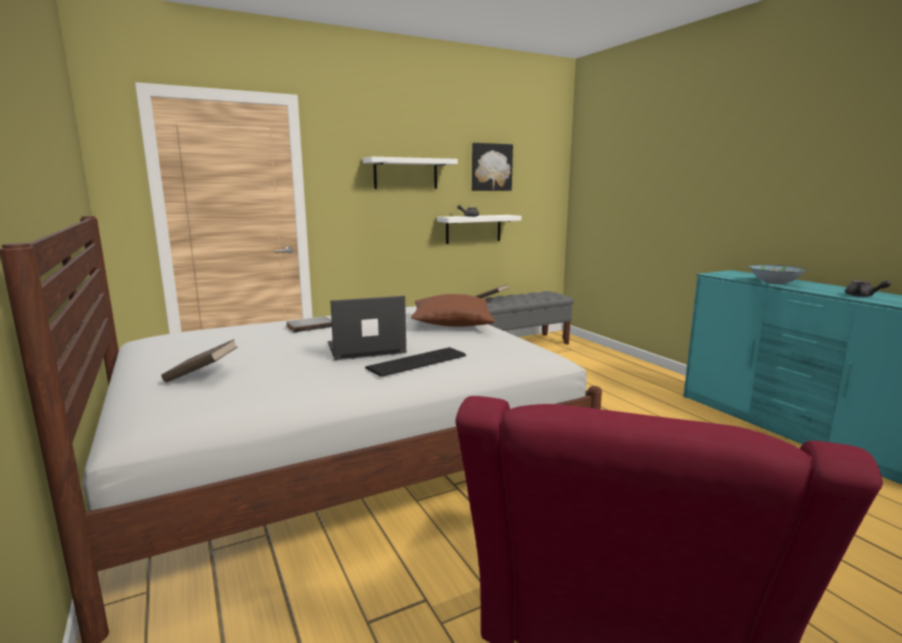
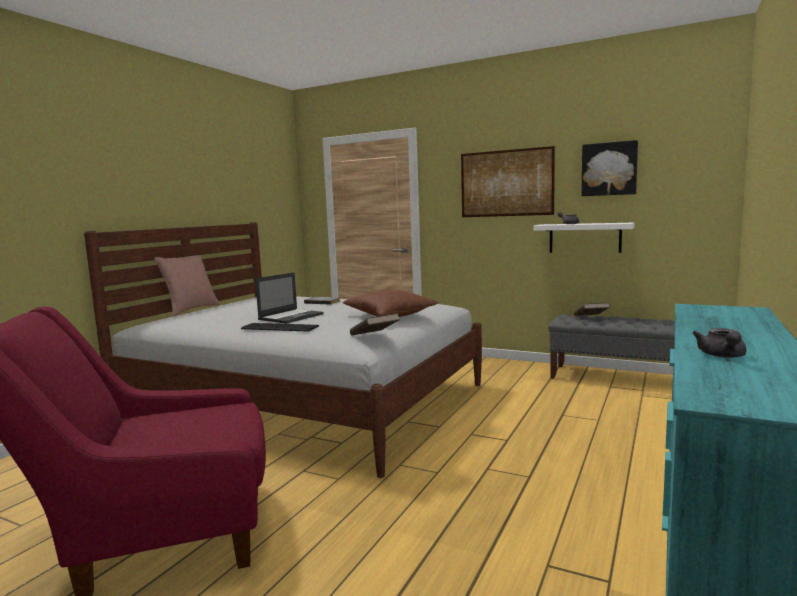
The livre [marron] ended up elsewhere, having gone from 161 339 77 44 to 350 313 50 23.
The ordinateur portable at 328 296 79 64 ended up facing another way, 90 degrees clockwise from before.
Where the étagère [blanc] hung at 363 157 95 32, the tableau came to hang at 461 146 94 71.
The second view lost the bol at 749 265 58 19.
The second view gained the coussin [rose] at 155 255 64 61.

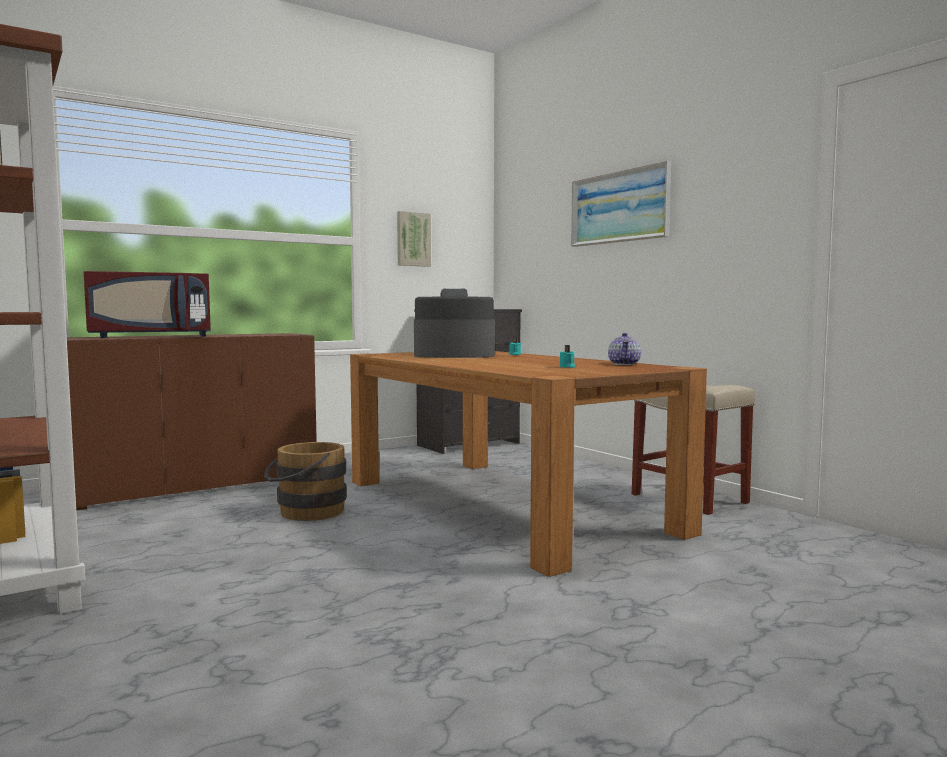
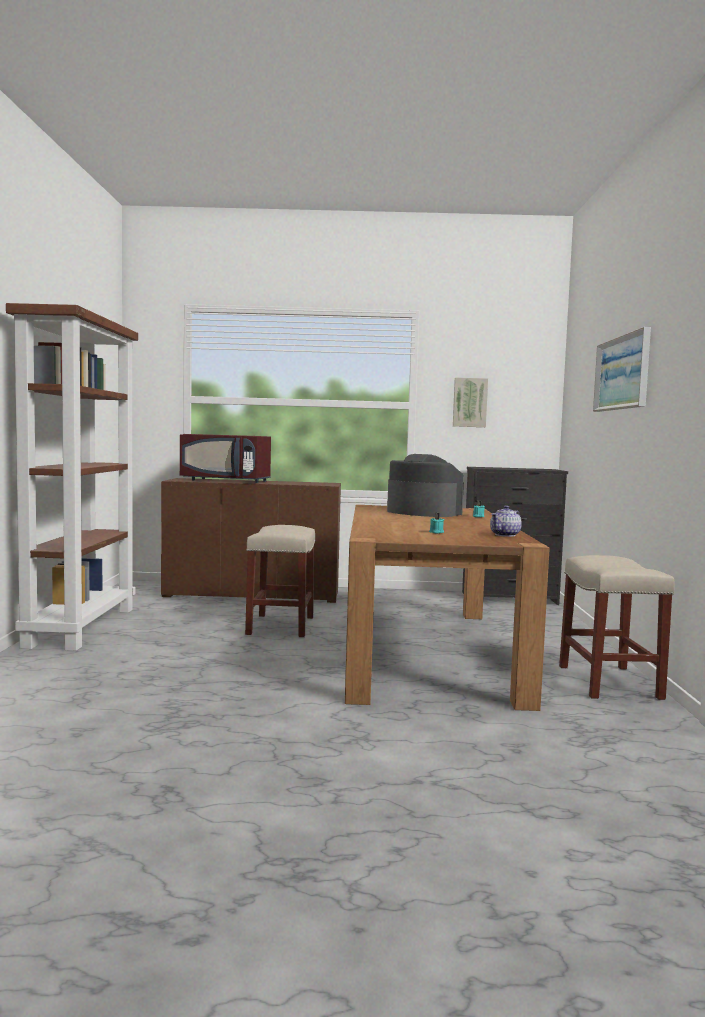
Where the seau [marron] stood at 264 442 83 79, the tabouret [beige] came to stand at 245 525 71 112.

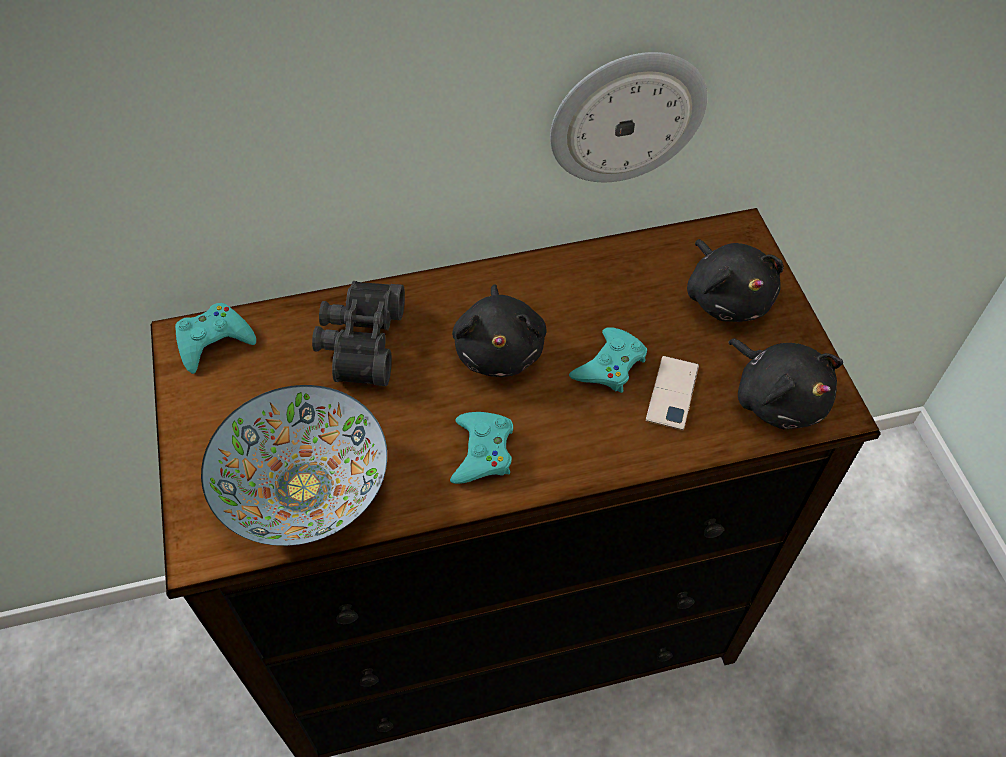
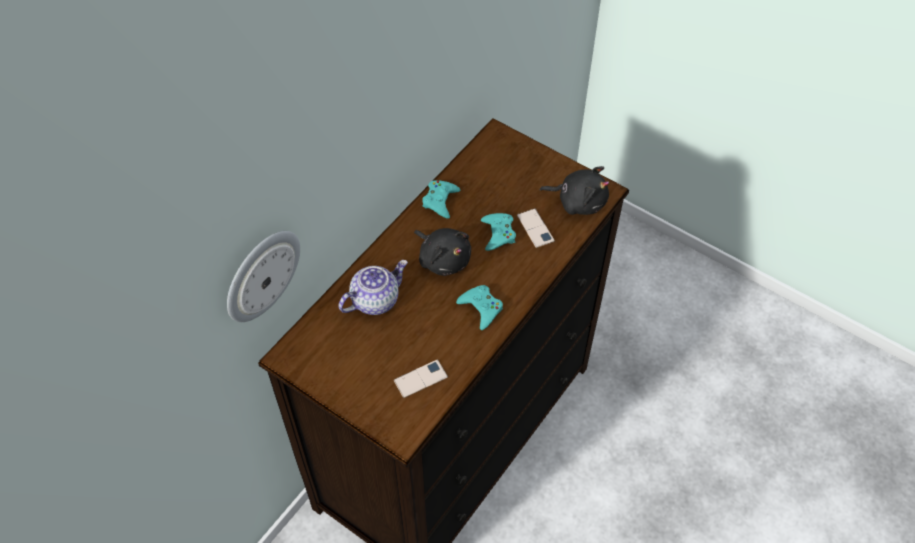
The manette [turquoise] ended up elsewhere, having gone from 175 303 81 71 to 422 180 38 39.
Where the bol stood at 201 385 186 161, the téléphone came to stand at 394 360 54 38.
Where the jumelles [noir] stood at 312 281 93 105, the théière came to stand at 338 260 70 55.
The horloge murale ended up elsewhere, having gone from 550 52 157 130 to 227 231 73 91.
The second view lost the peluche [noir] at 687 239 97 83.

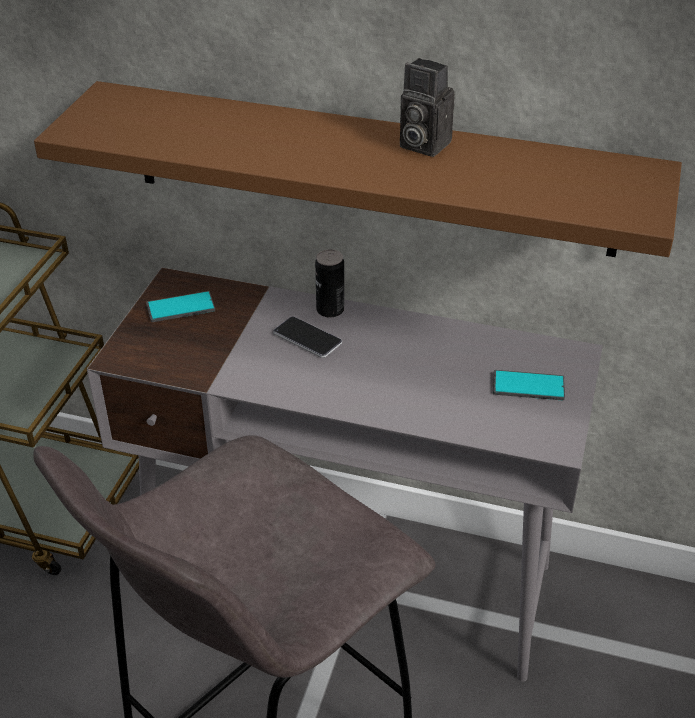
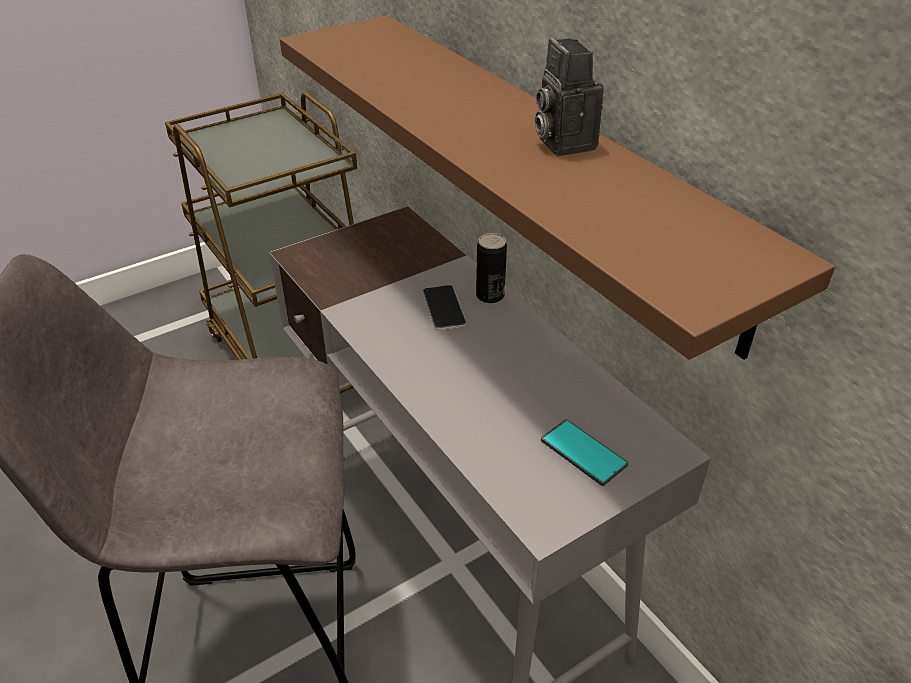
The second view lost the téléphone at 146 291 69 31.

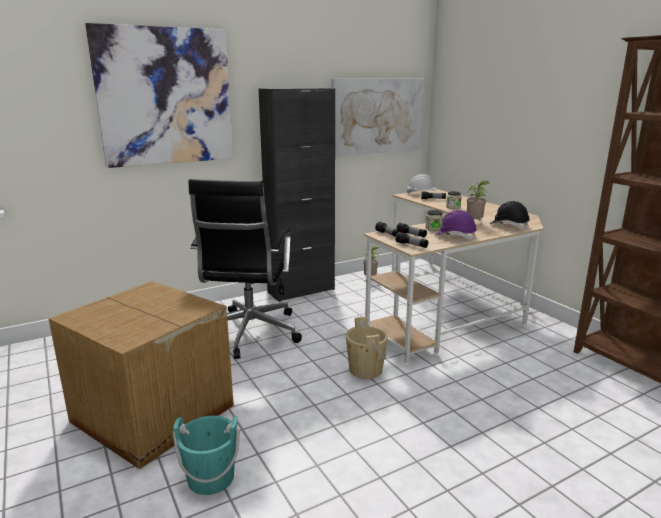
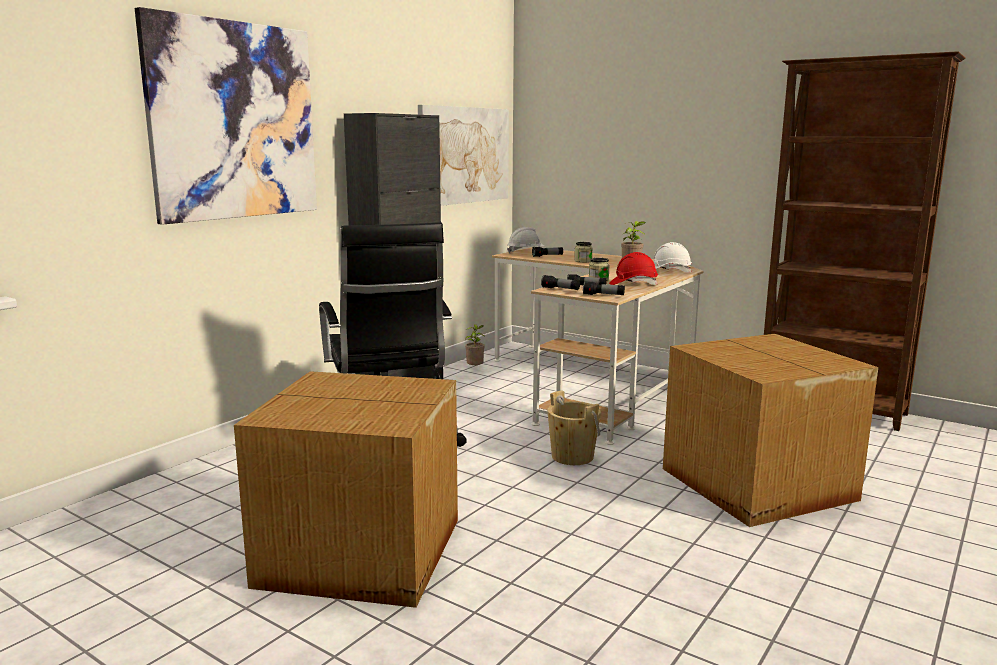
The second view lost the seau [turquoise] at 173 416 67 79.
What was the casque de chantier [violet] at 435 210 42 30 turned into the casque de chantier [rouge] at 609 252 49 33.
What was the casque de chantier [noir] at 490 201 40 28 turned into the casque de chantier [blanc] at 654 242 38 31.
The second view gained the carton at 663 334 215 193.

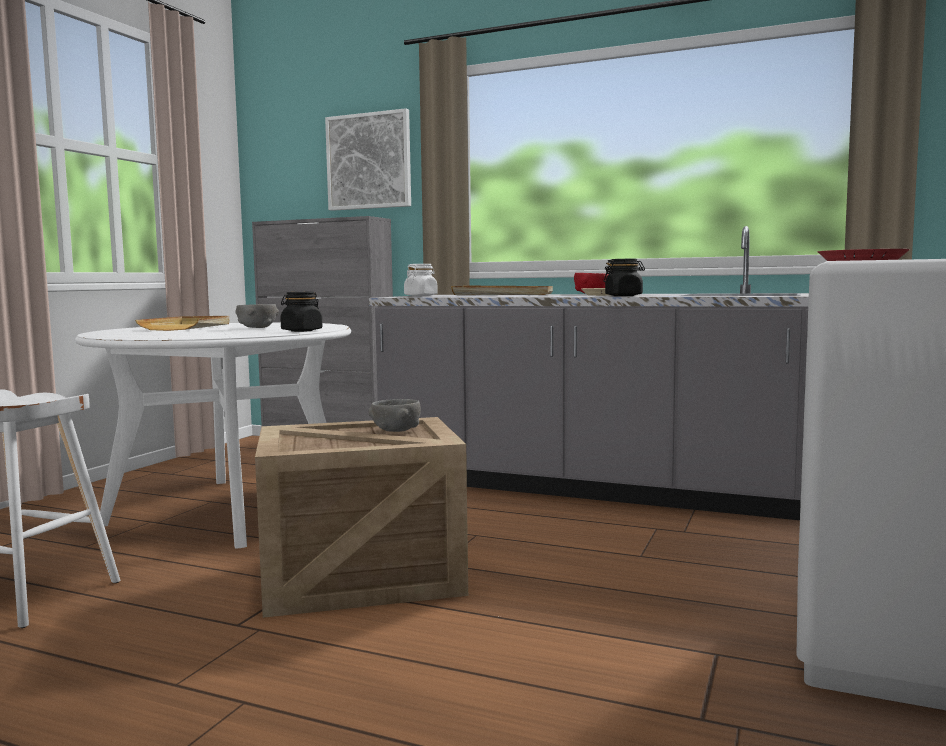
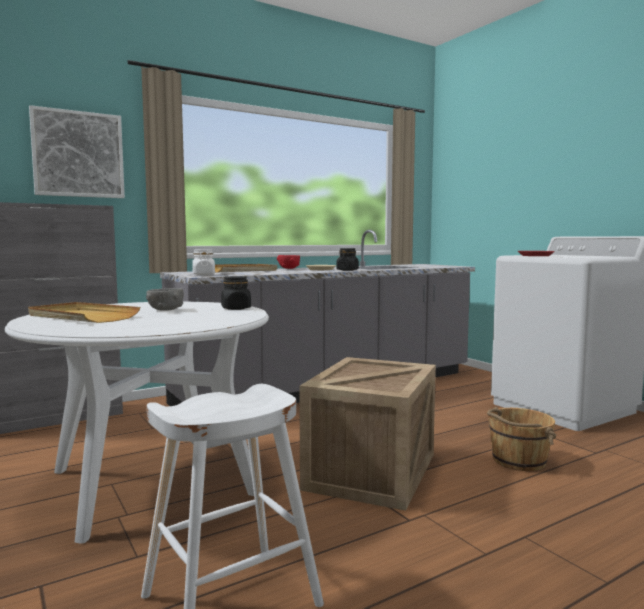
The second view lost the bol [gris] at 368 399 53 33.
The second view gained the seau [marron] at 487 407 69 64.

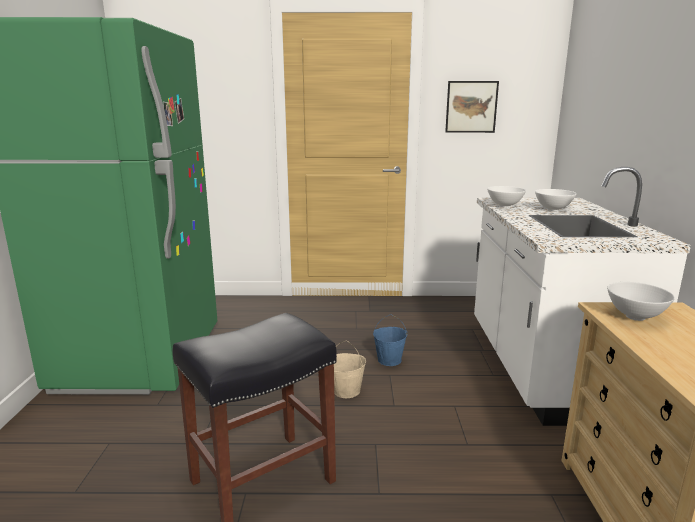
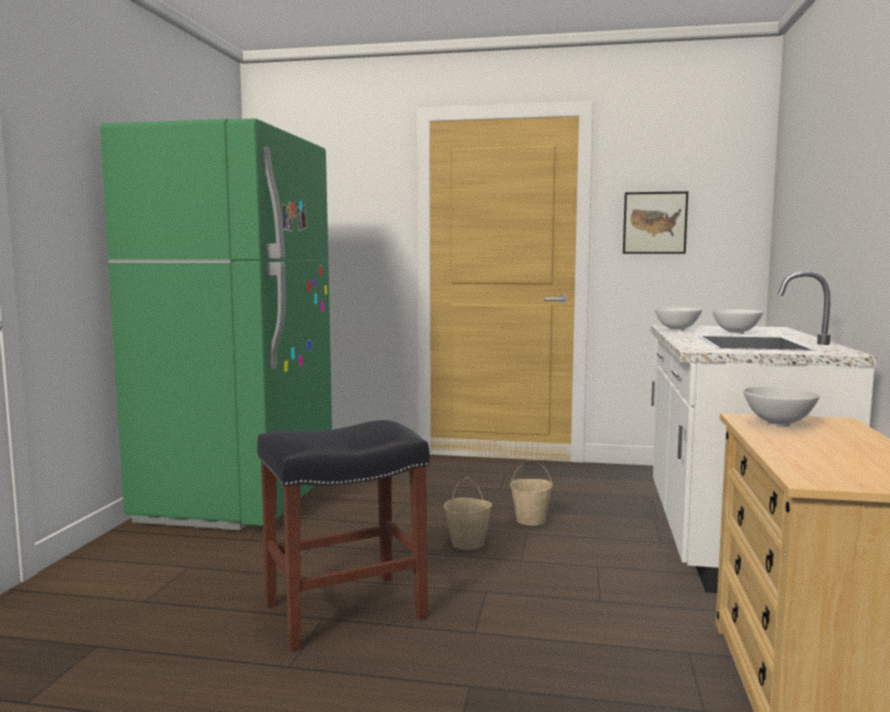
What was the seau [bleu] at 373 314 34 52 turned into the seau [beige] at 510 459 43 67.

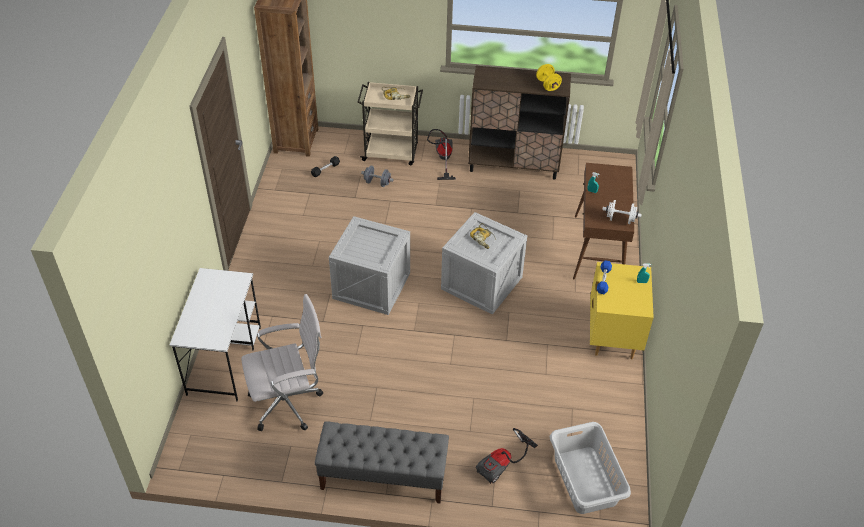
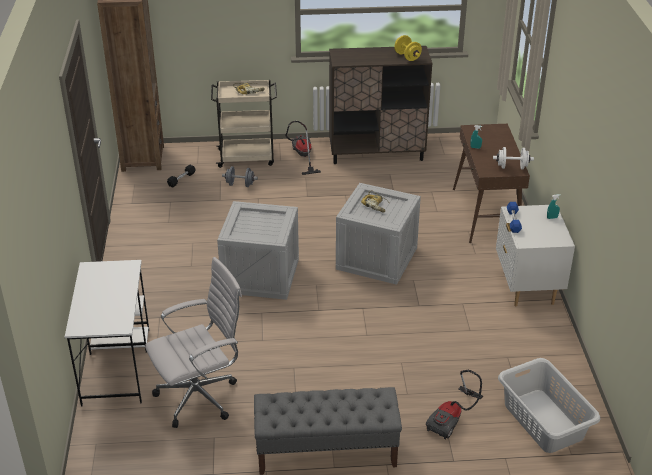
What was the table de chevet [jaune] at 590 262 64 97 turned into the table de chevet [blanc] at 496 204 79 102.

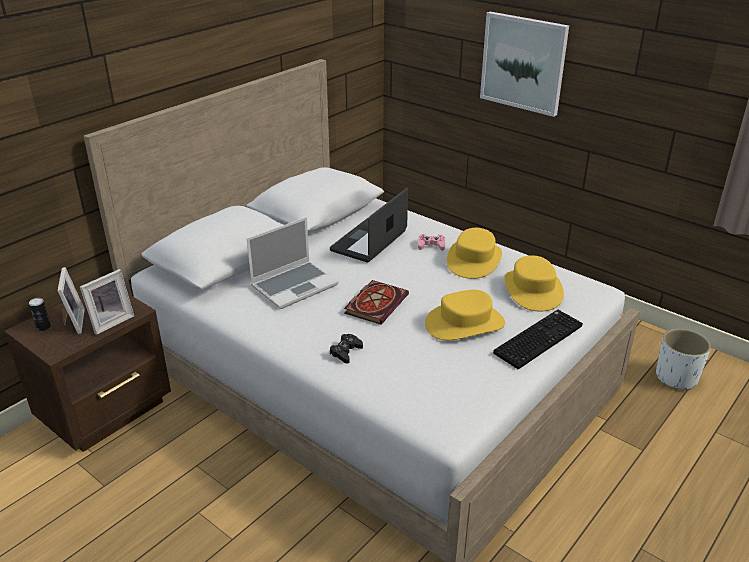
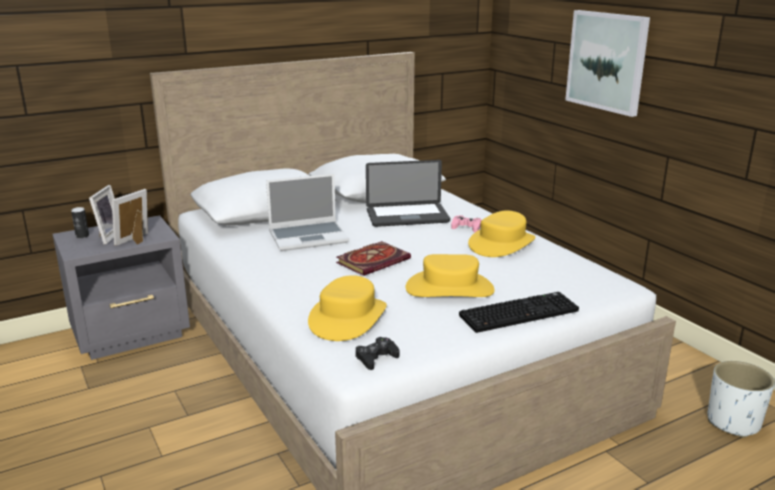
What was the table de chevet [marron] at 4 294 167 158 turned into the table de chevet [gris] at 53 215 137 145.
The cadre photo at 80 269 54 66 ended up facing another way, 150 degrees clockwise from before.
The ordinateur portable at 330 188 78 74 ended up facing another way, 150 degrees counterclockwise from before.
The manette [noir] ended up elsewhere, having gone from 330 334 33 30 to 355 337 44 33.
The chapeau [jaune] ended up elsewhere, having gone from 504 255 60 56 to 308 275 79 66.

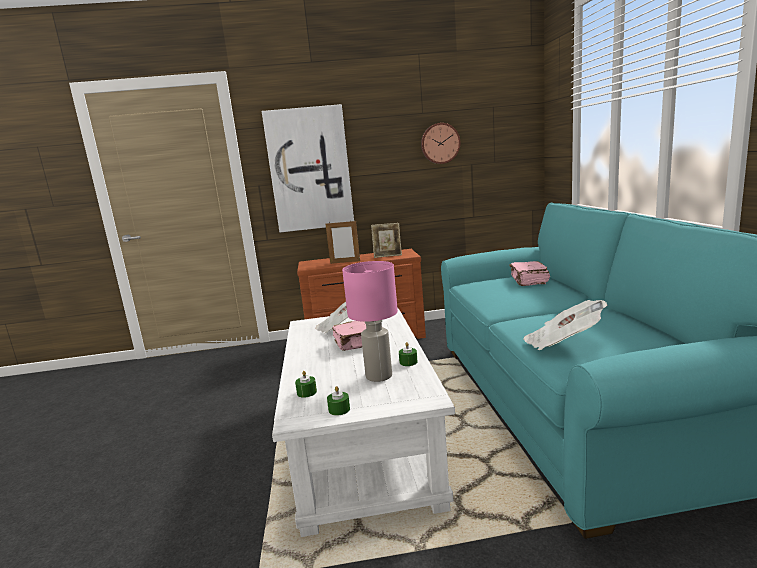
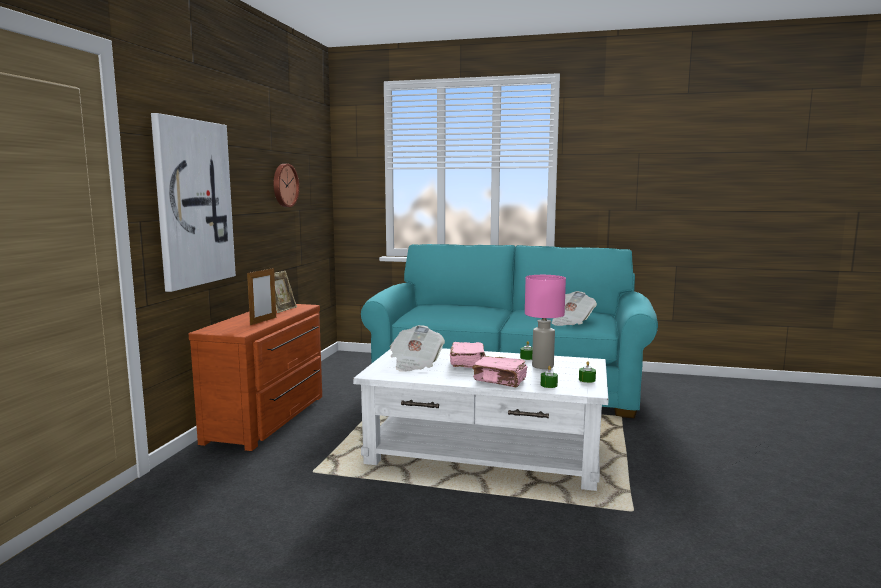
The livre [rose] ended up elsewhere, having gone from 509 261 41 25 to 472 356 55 31.

